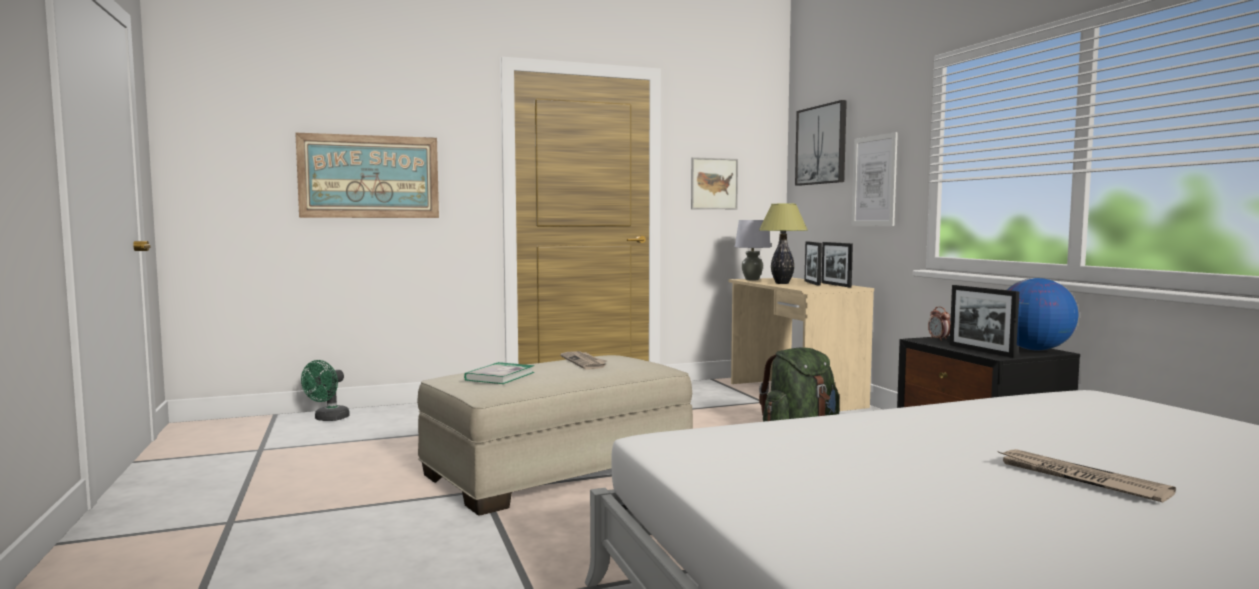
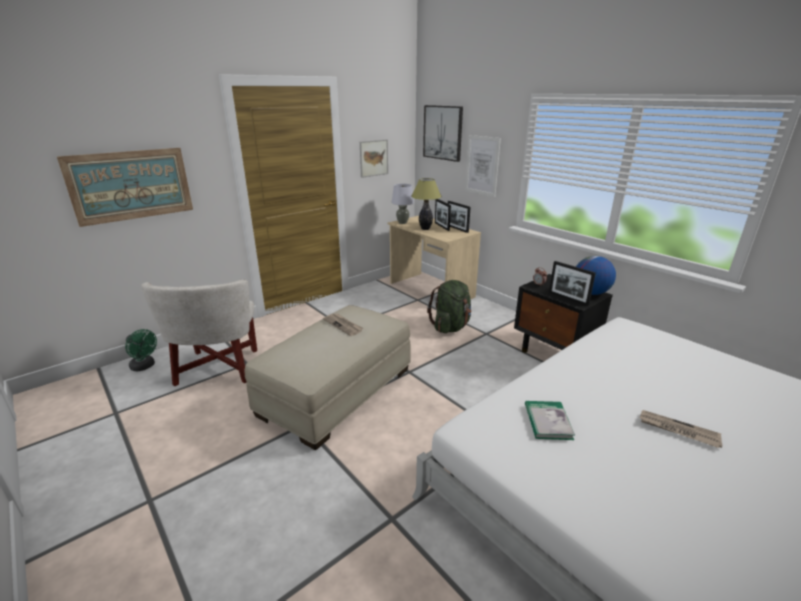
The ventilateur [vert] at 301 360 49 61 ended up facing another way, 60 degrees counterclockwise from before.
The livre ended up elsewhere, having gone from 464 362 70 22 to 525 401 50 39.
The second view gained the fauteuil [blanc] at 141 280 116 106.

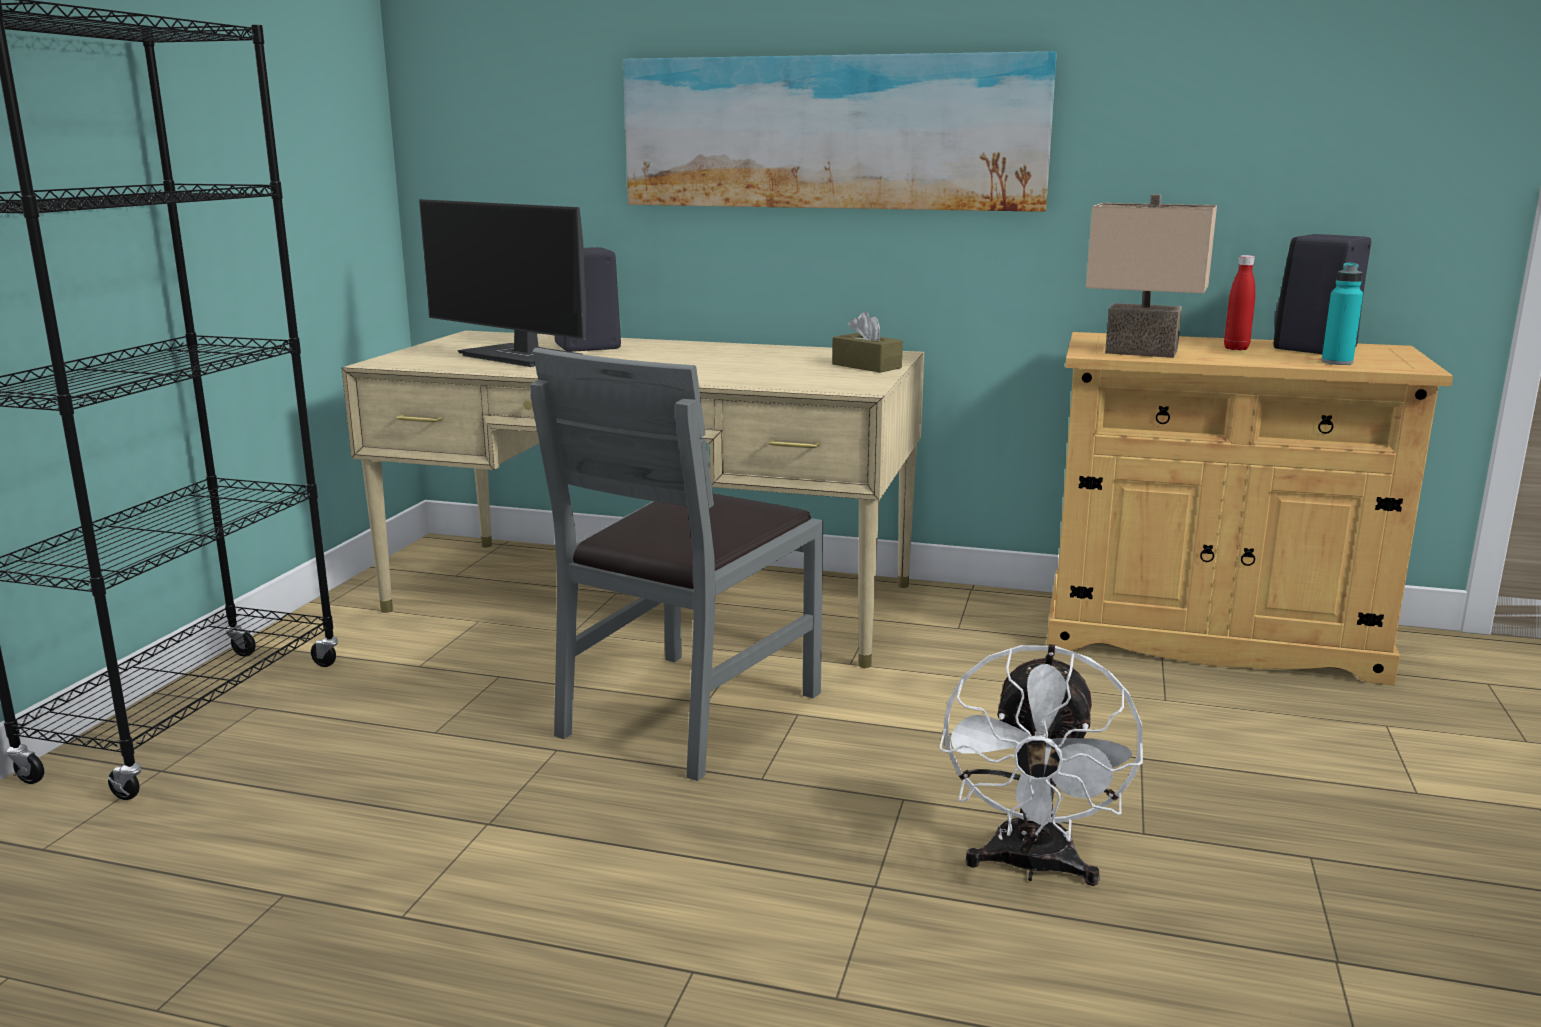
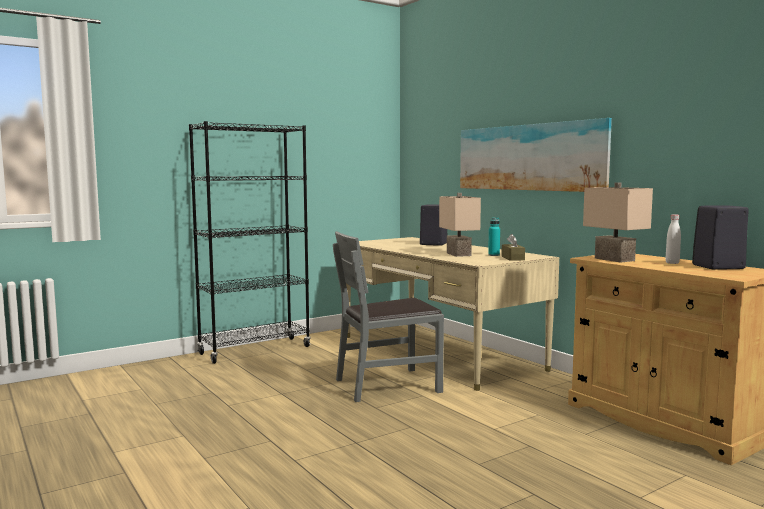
The second view lost the écran d'ordinateur at 419 199 167 168.
The second view lost the ventilateur [blanc] at 939 644 204 242.
What was the bouteille [rouge] at 1224 255 31 95 turned into the bouteille [blanc] at 665 214 16 50.
The bouteille [turquoise] ended up elsewhere, having gone from 1322 263 41 102 to 488 217 12 39.
The second view gained the lampe de table [beige] at 439 193 42 64.

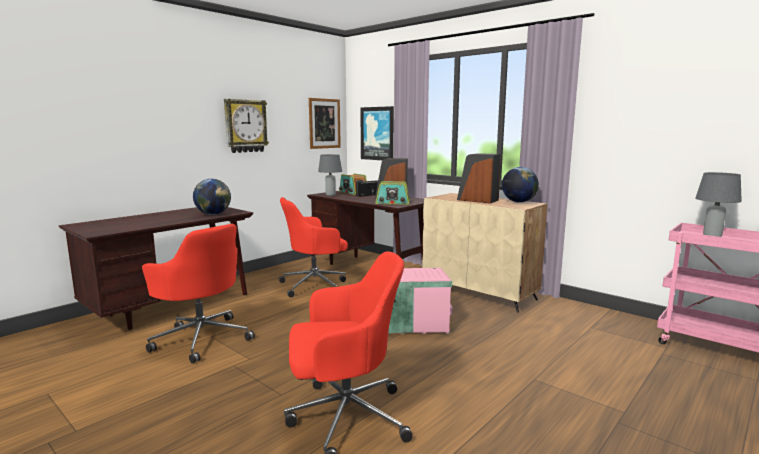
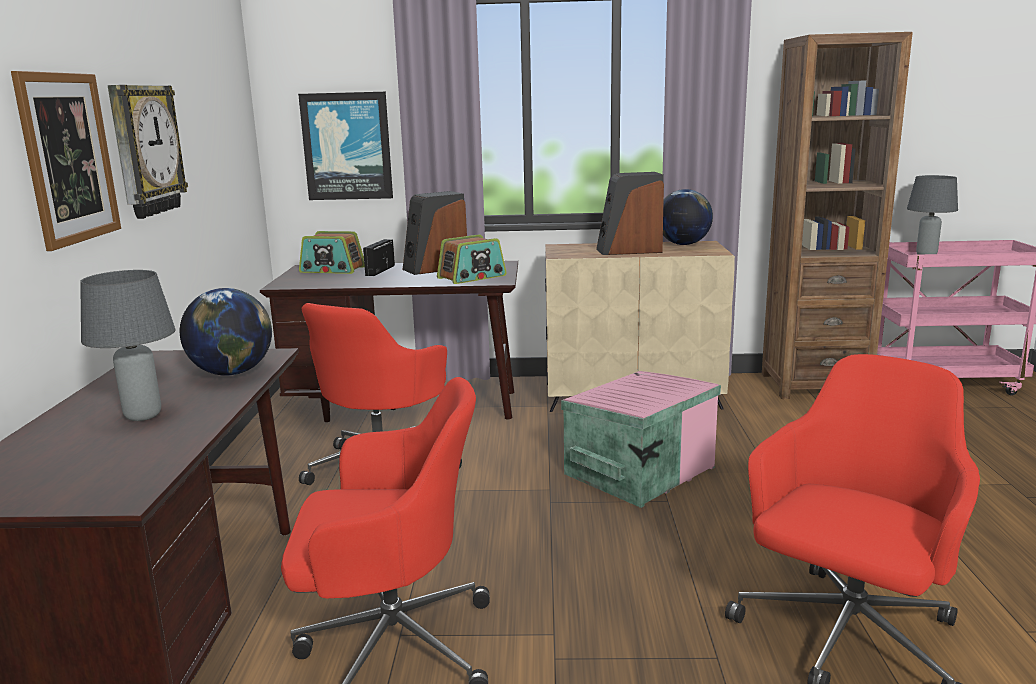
The tableau ended up elsewhere, having gone from 309 98 32 51 to 11 71 110 180.
The lampe de table [gris] ended up elsewhere, having gone from 318 154 24 42 to 80 270 95 151.
The second view gained the bibliothèque [marron] at 762 32 151 367.

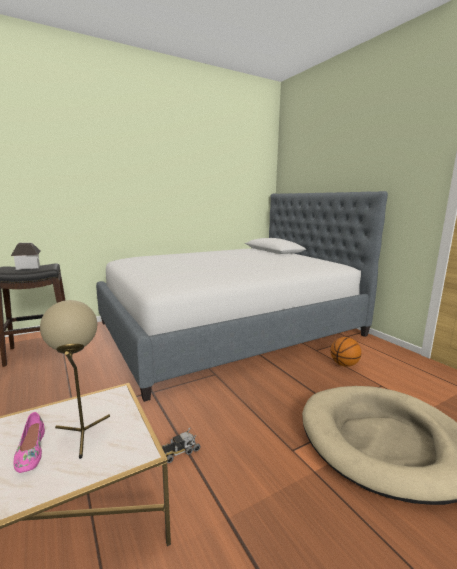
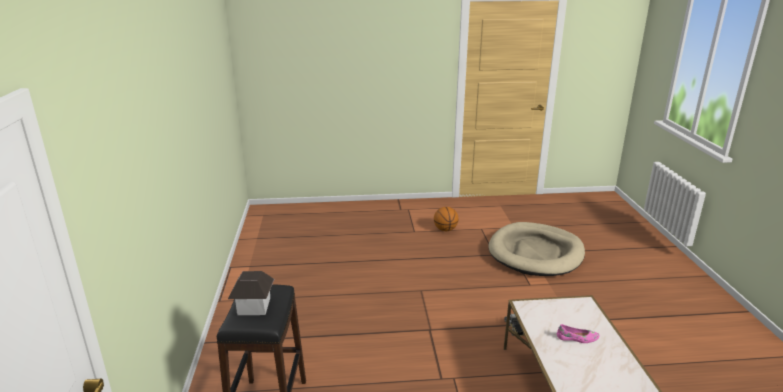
The second view lost the lampe de table [beige] at 40 300 70 159.
The second view lost the lit at 96 191 292 211.

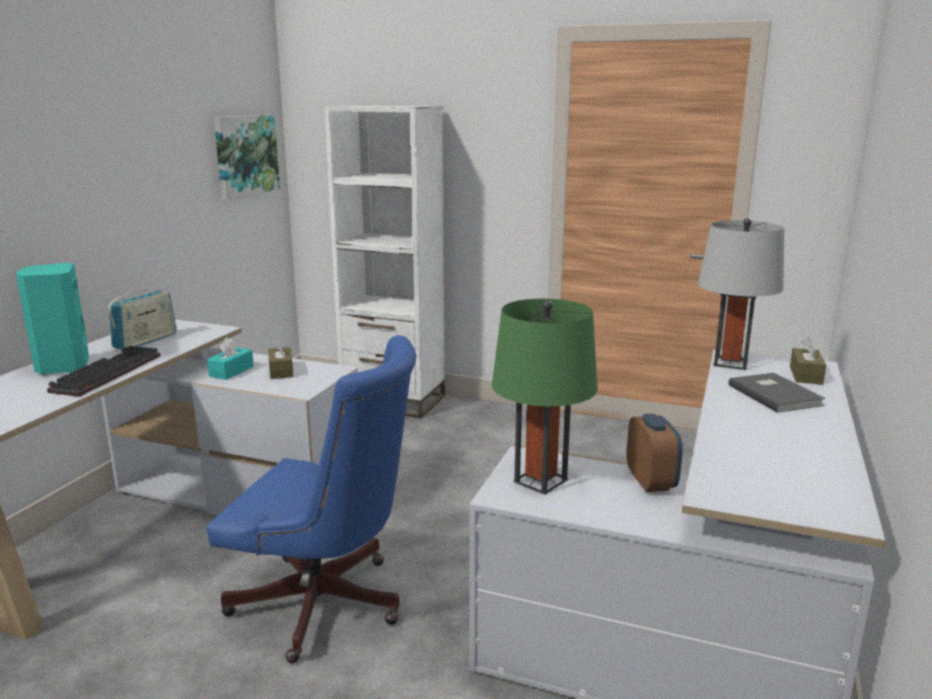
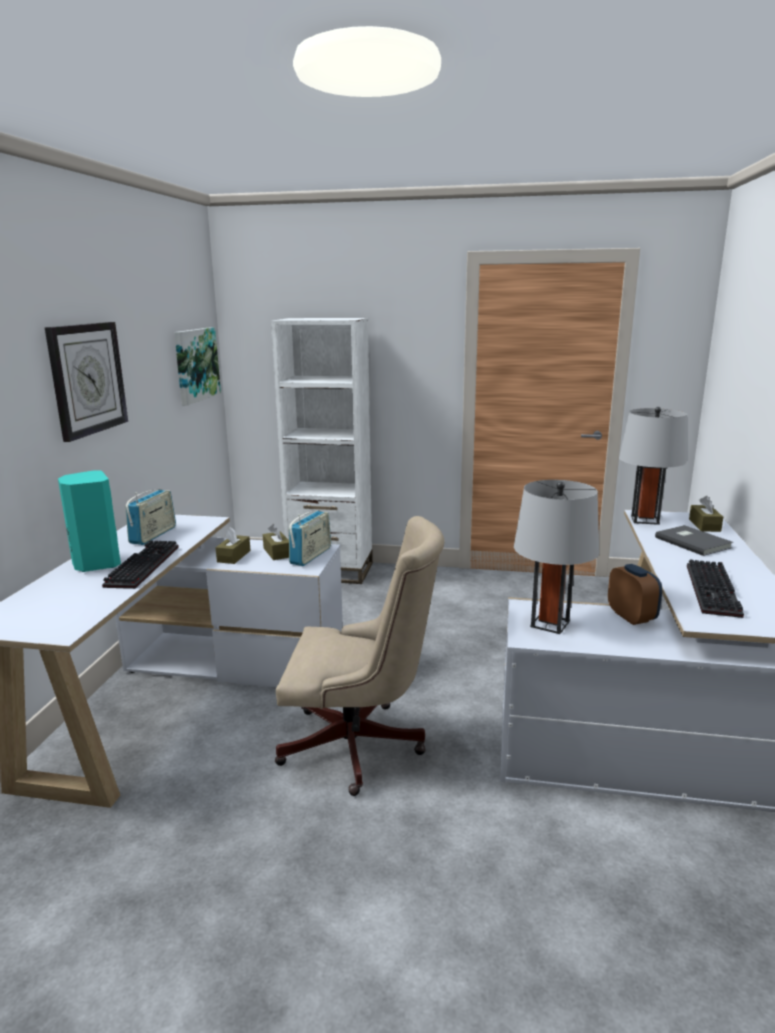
What was the chaise de bureau [bleu] at 207 335 209 328 turned into the chaise de bureau [beige] at 275 516 170 280.
What was the boîte à mouchoirs [turquoise] at 207 337 47 43 turned into the boîte à mouchoirs [marron] at 215 527 36 37.
What was the lampe de table [vert] at 492 299 106 196 turned into the lampe de table [gris] at 514 480 85 154.
The second view gained the horloge murale at 45 322 83 120.
The second view gained the radio at 289 510 42 56.
The second view gained the clavier at 687 559 57 59.

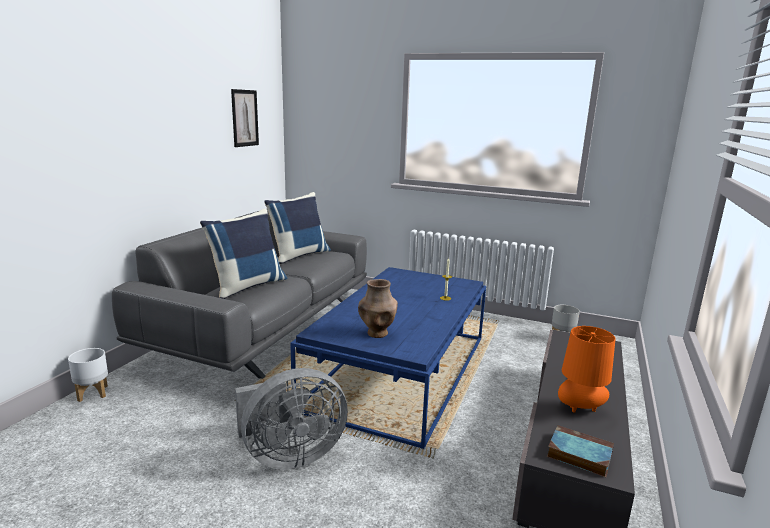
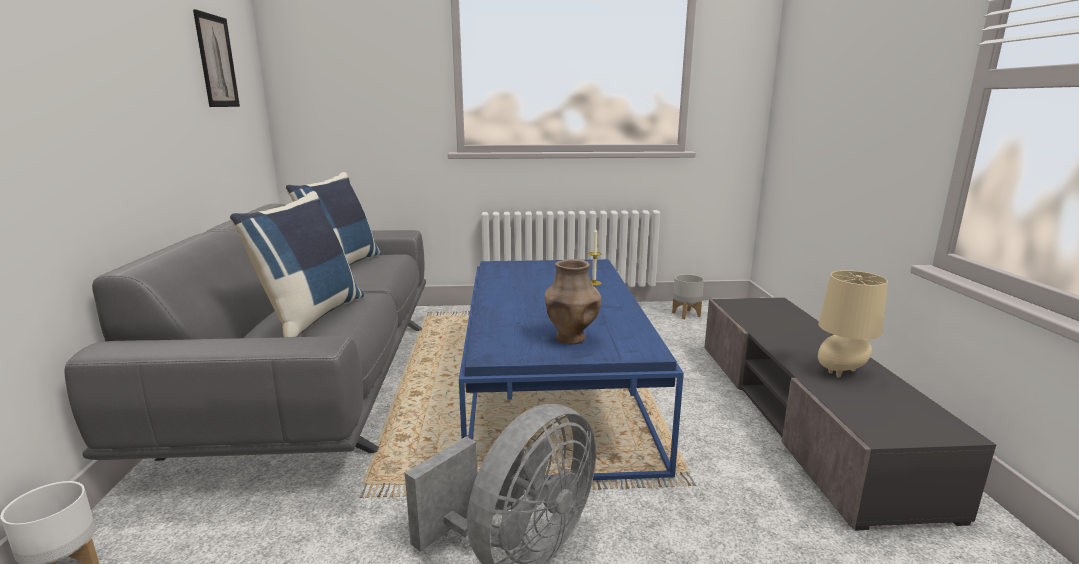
The second view lost the livre at 547 425 67 52.
What was the lampe de table [orange] at 558 326 57 87 turned into the lampe de table [beige] at 818 270 70 108.

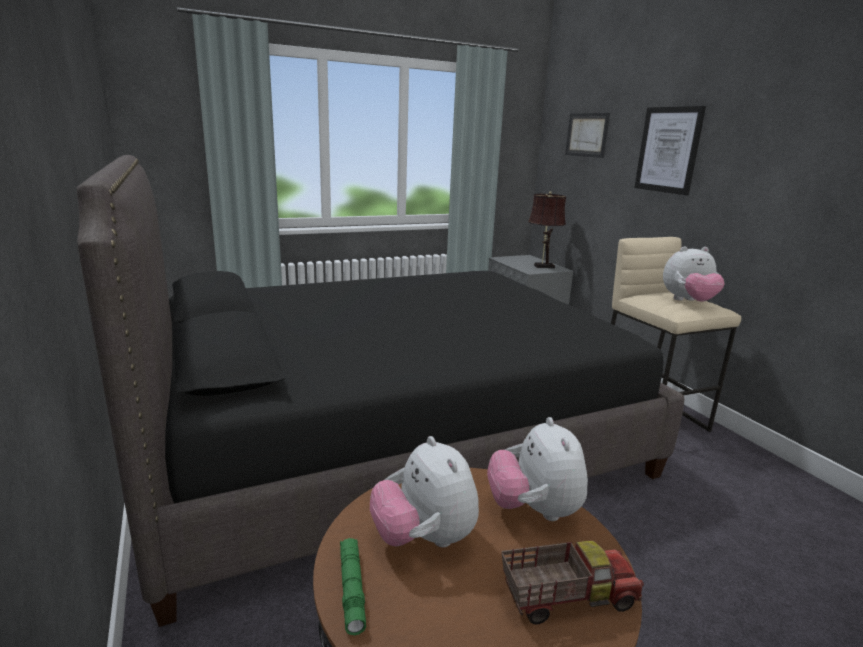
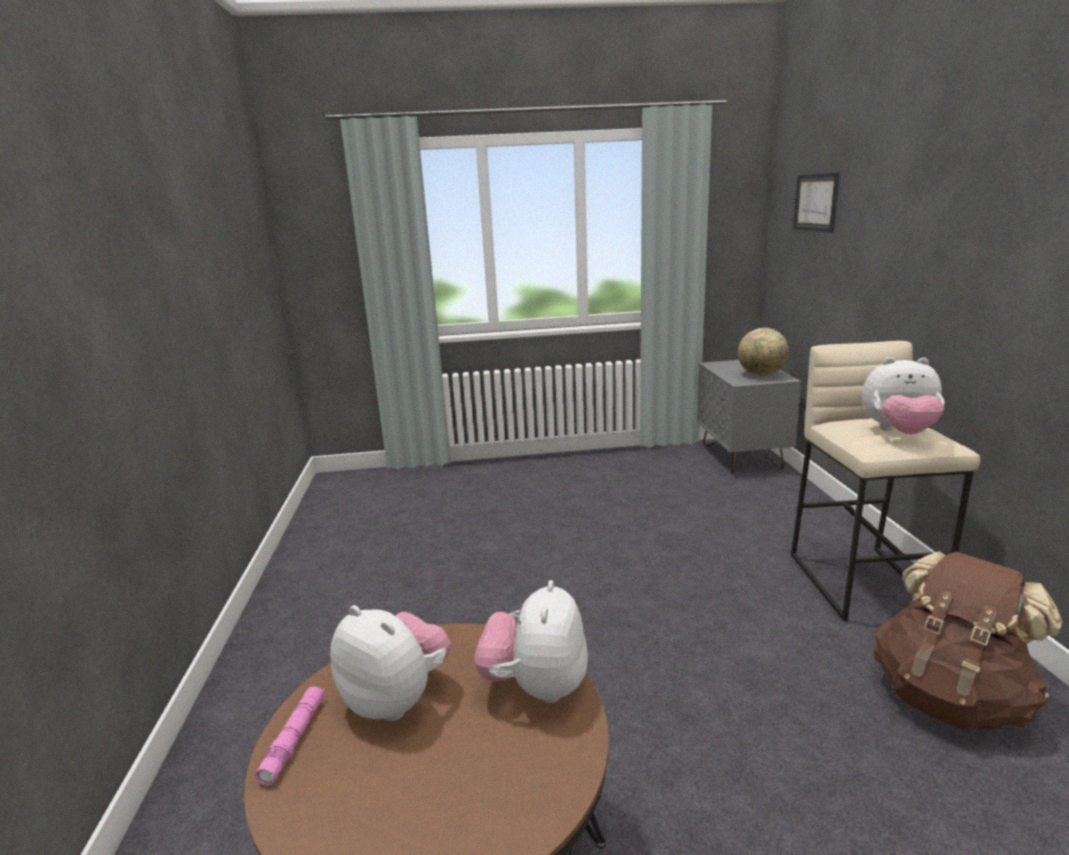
The second view lost the lit [noir] at 76 155 608 472.
What was the lampe de poche [vert] at 340 538 26 97 turned into the lampe de poche [rose] at 255 686 71 99.
The peluche at 370 436 109 111 ended up facing another way, 135 degrees clockwise from before.
The second view lost the camion jouet at 501 541 143 84.
Where the lampe de table [marron] stood at 528 191 38 77, the globe came to stand at 738 328 51 48.
The second view lost the tableau at 634 106 72 89.
The second view gained the sac à dos [marron] at 873 551 189 179.

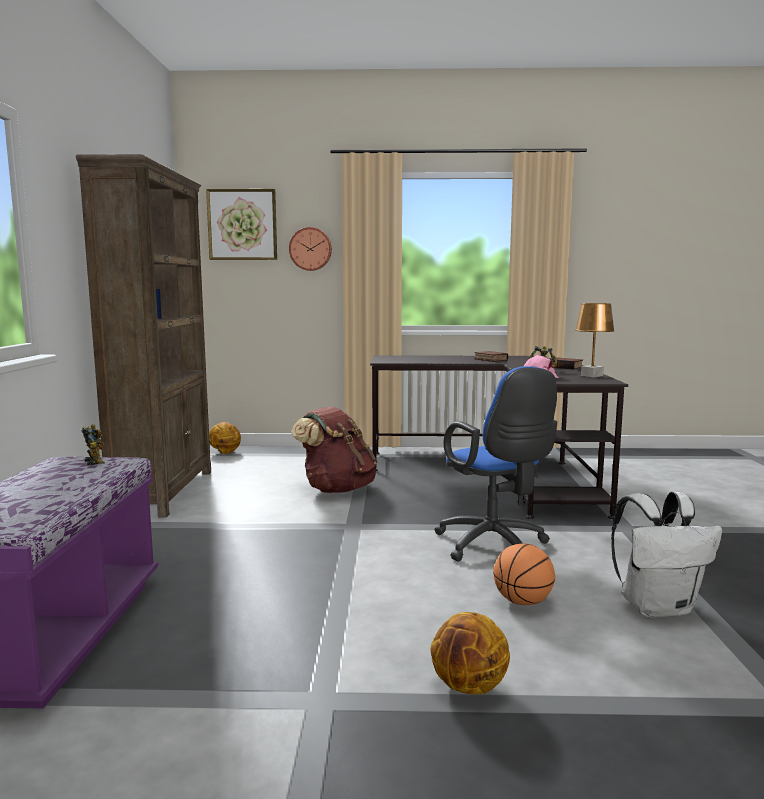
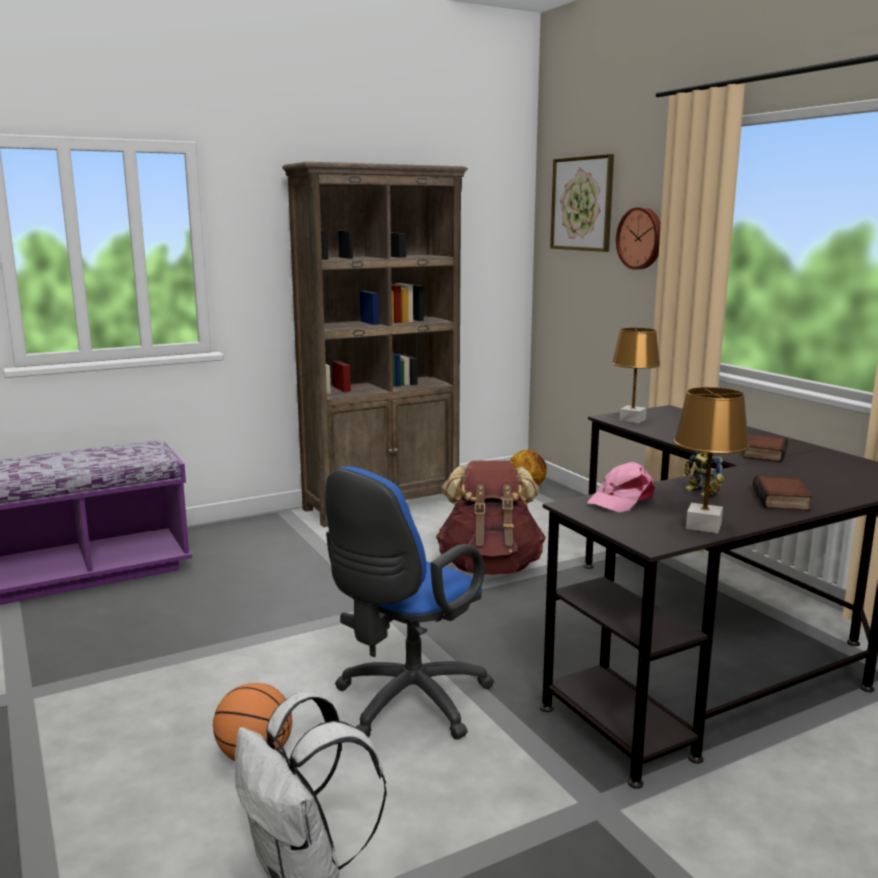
The second view lost the robot jouet at 82 424 23 42.
The second view lost the ballon de basket at 431 612 79 82.
The second view gained the lampe de table [marron] at 612 328 48 95.

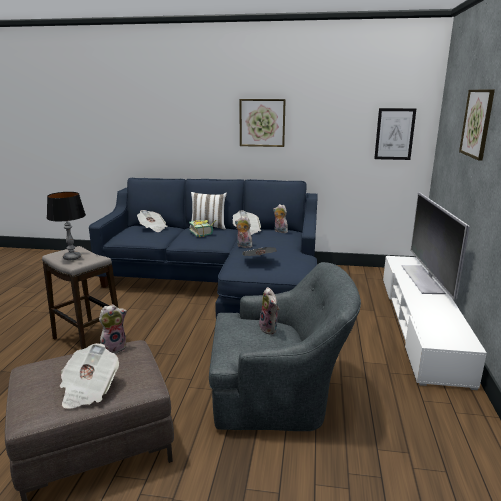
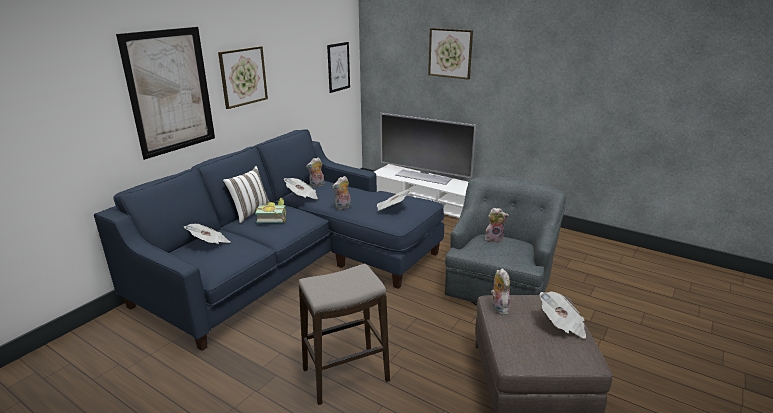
The second view lost the lampe de table at 47 192 39 68.
The second view gained the tableau at 116 27 99 133.

